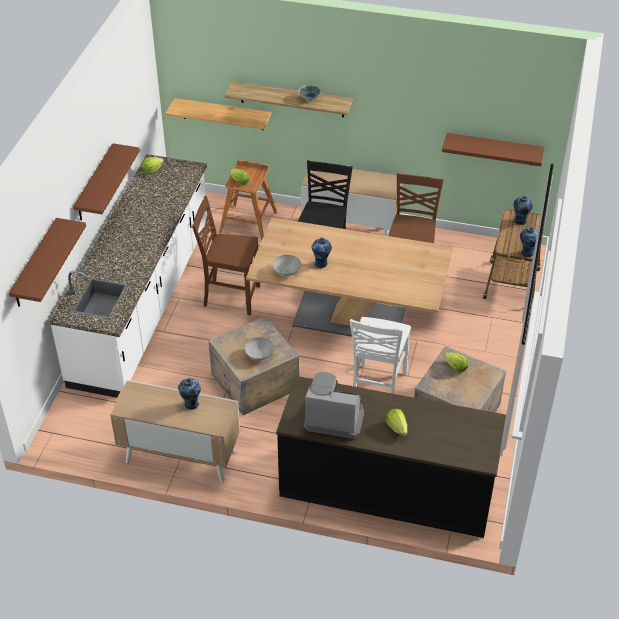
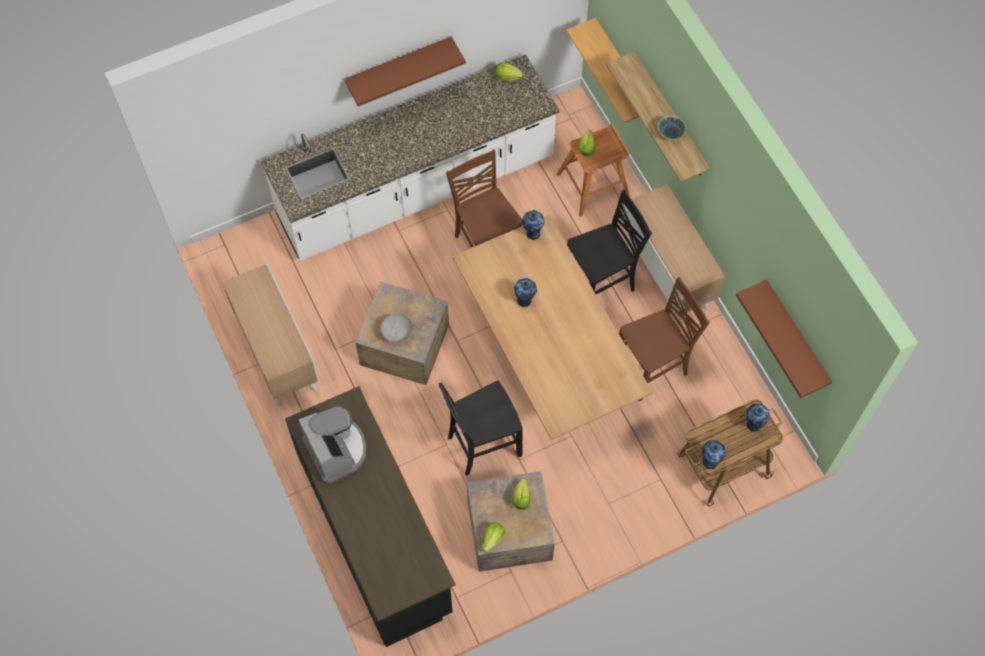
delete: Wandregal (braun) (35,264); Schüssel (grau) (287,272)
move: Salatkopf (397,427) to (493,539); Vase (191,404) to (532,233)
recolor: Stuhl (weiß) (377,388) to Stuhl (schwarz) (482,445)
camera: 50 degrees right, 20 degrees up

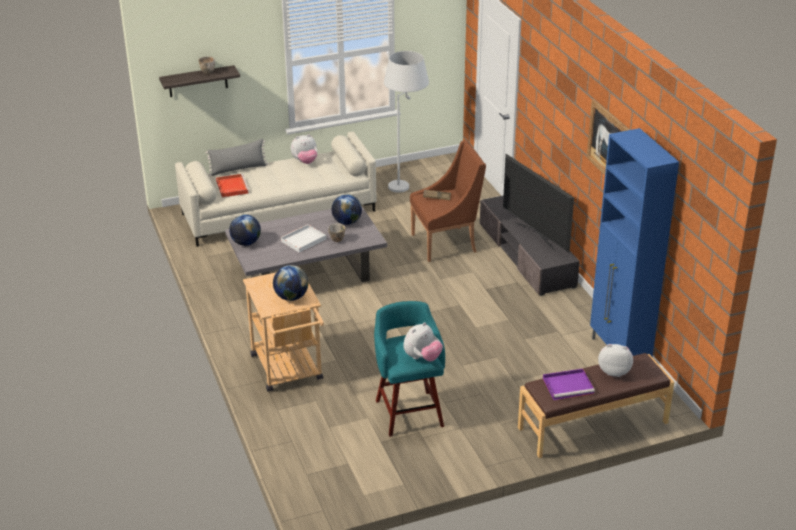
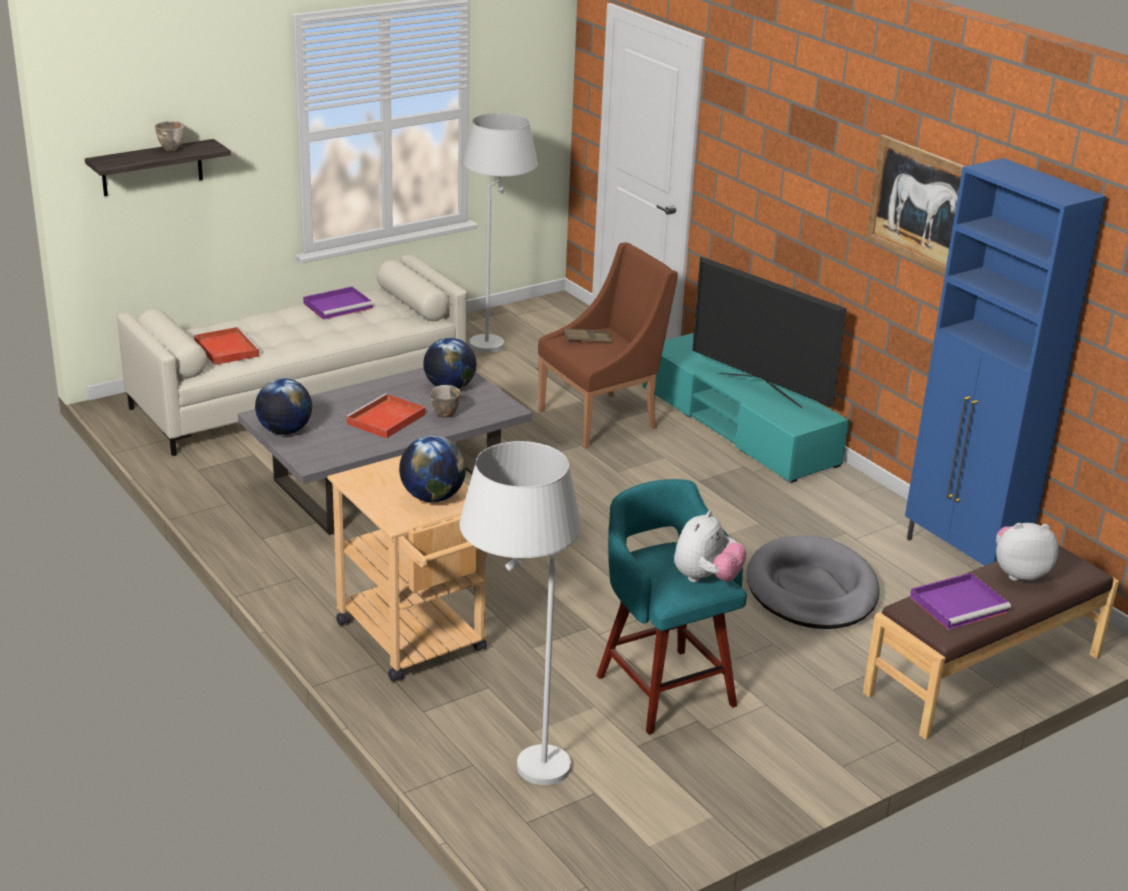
delete: Kissen (grau) (238,169)
insert: Stehlampe (weiß) (513,767); Hundebett (grau) (811,589)
replace: Plüschtier (305,162) to Tablett (lila) (339,305)
recolor: Tablett (weiß) (303,240) to Tablett (rot) (385,420); Fernsehschrank (grau) (526,255) to Fernsehschrank (türkis) (738,426)
camera: 15 degrees left, 5 degrees down

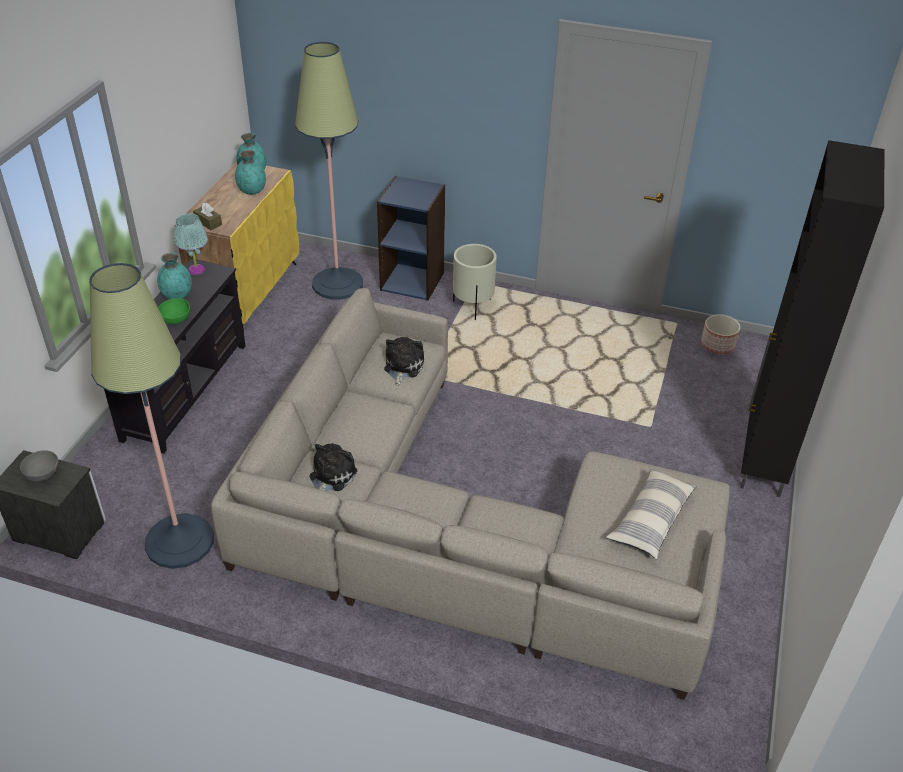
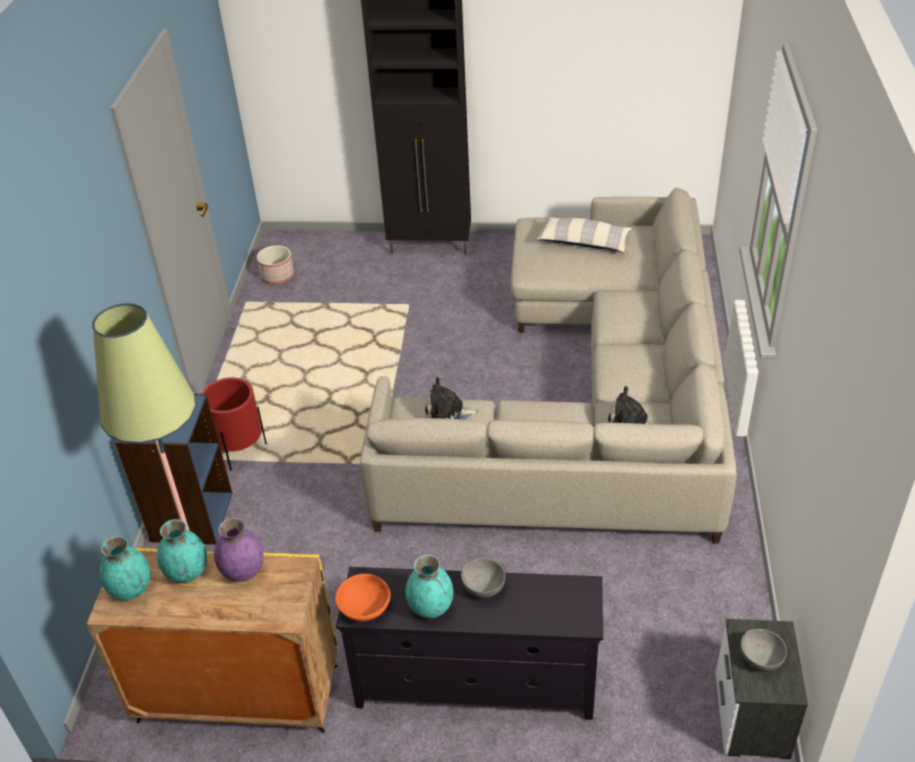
delete: Stehlampe (179,541); Taschentuchbox (braun) (208,222)
insert: Vase (lila) (243,570)
replace: Tischlampe (türkis) (196,270) to Schüssel (orange) (365,608)
recolor: Pflanzkübel (beige) (473,307) to Pflanzkübel (rot) (240,451); Schüssel (grün) (176,319) to Schüssel (grau) (483,586)
camera: 100 degrees left, 0 degrees up

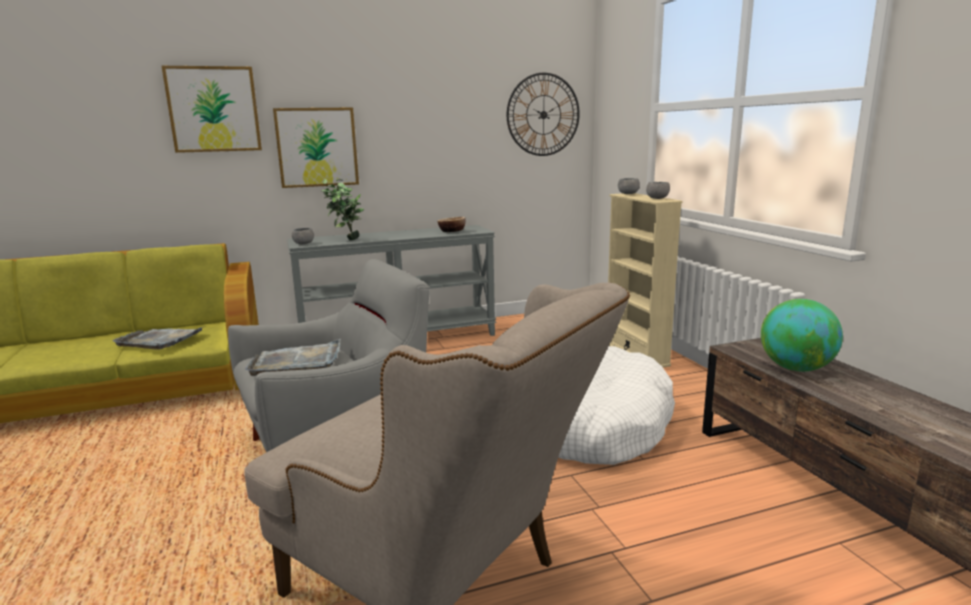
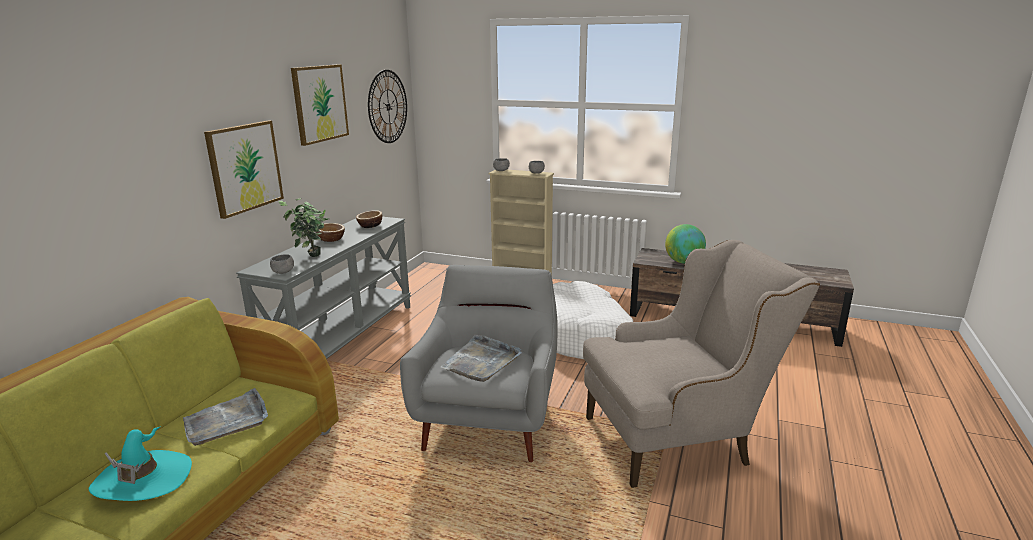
insert: Hut (türkis) (143,479); Schüssel (331,239)
move: Bild (214,109) to (320,103)
camera: 50 degrees left, 5 degrees up

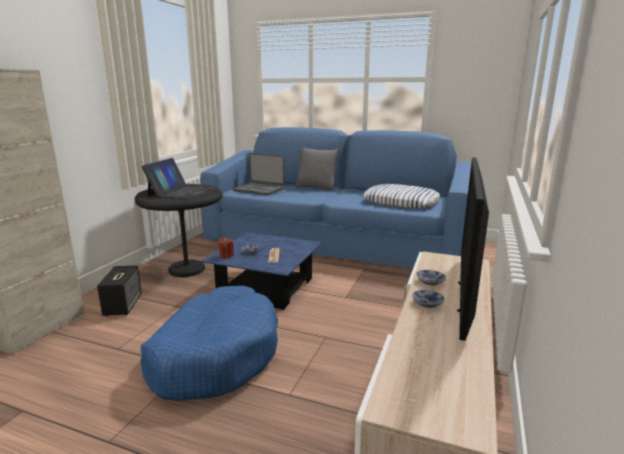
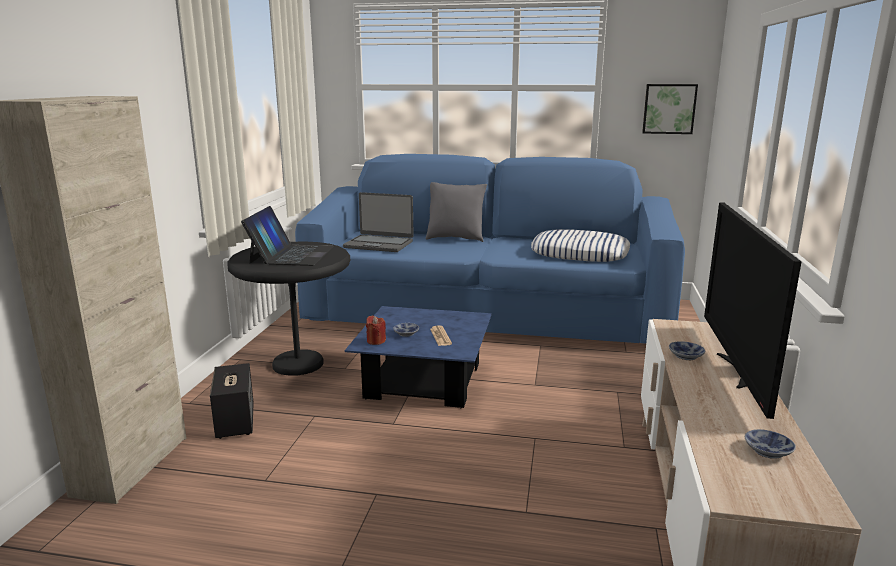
delete: Hundebett (blau) (215,355)
insert: Bild (669,109)
move: Schüssel (428,304) to (770,452)
camera: 10 degrees left, 0 degrees up

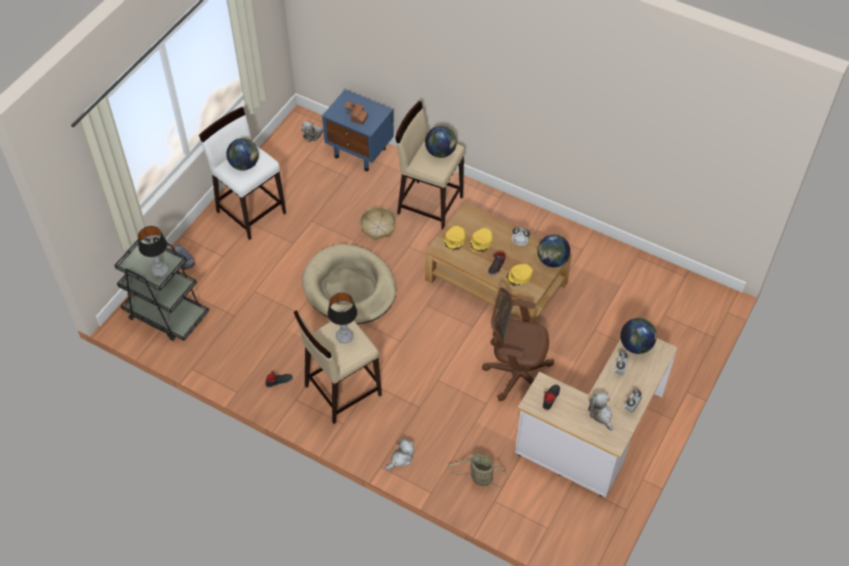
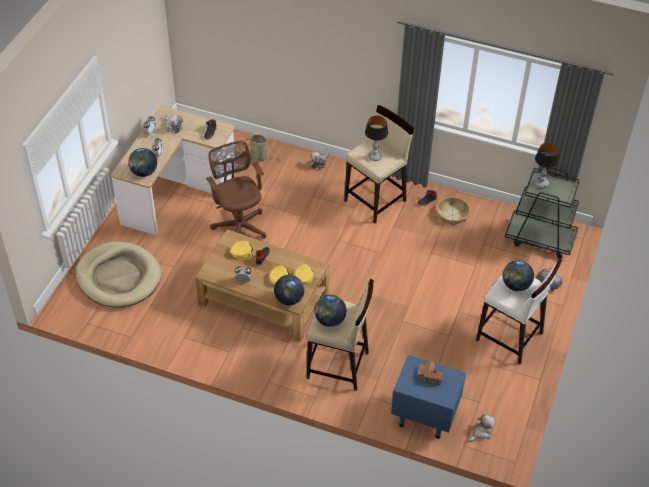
move: Hundebett (beige) (349,288) to (119,277); Globus (552,261) to (289,299); Korb (378,227) to (452,214)
rotate: Bürostuhl (braun) (516,375) = (239,226) 120 degrees counterclockwise
camera: 170 degrees right, 5 degrees down

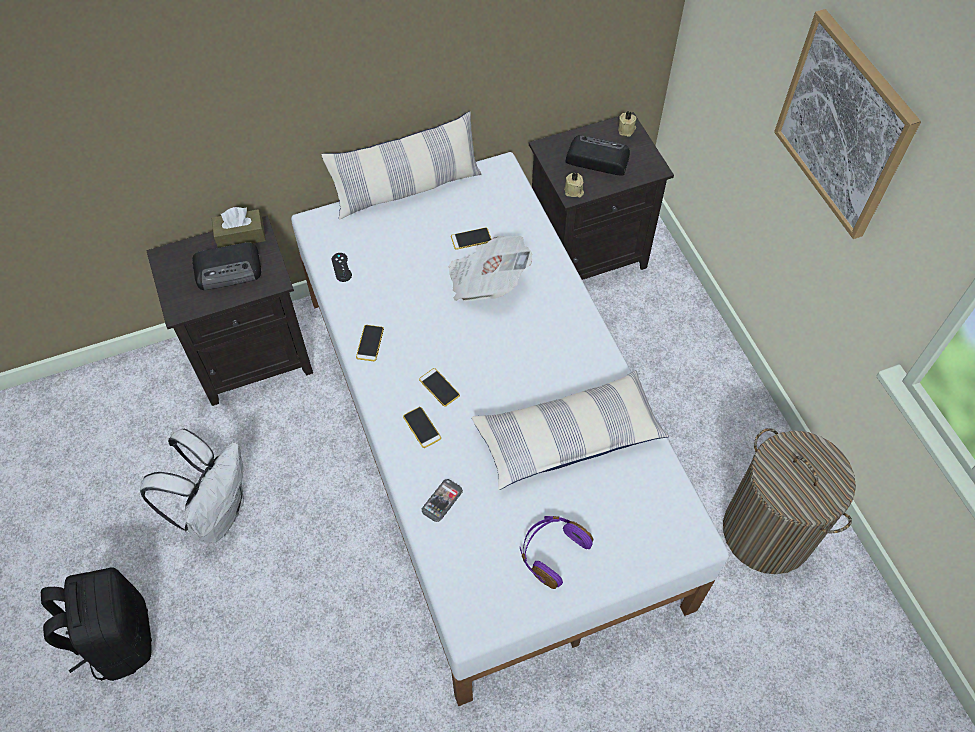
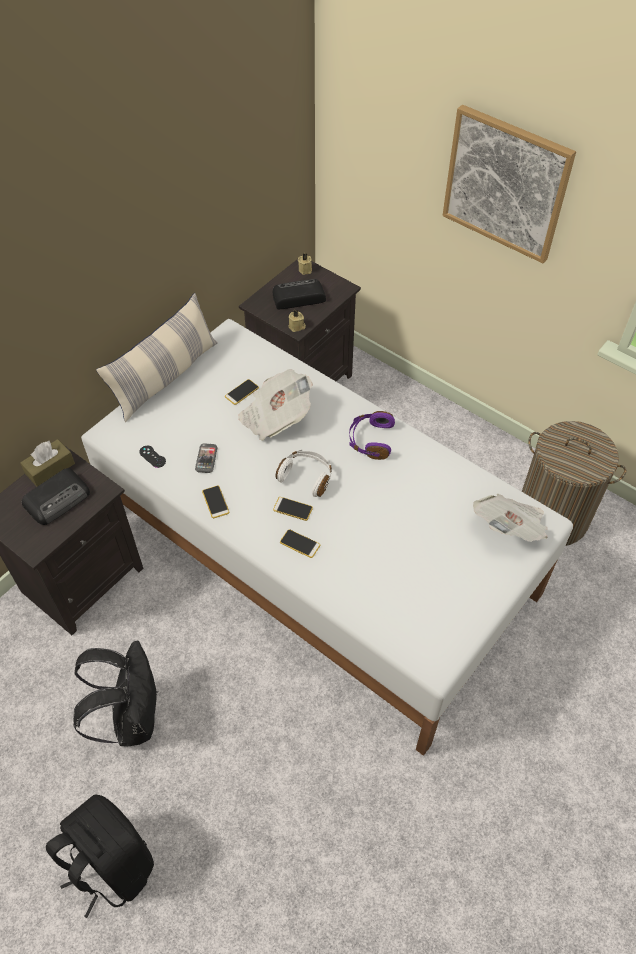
delete: Kissen (568,437)
insert: Kopfhörer (weiß) (306,477); Zeitung (510,528)
move: Handy (442,501) to (206,459); Kopfhörer (lila) (552,552) to (370,440)
recolor: Rucksack (weiß) (216,513) to Rucksack (schwarz) (132,717)
camera: 30 degrees left, 5 degrees down

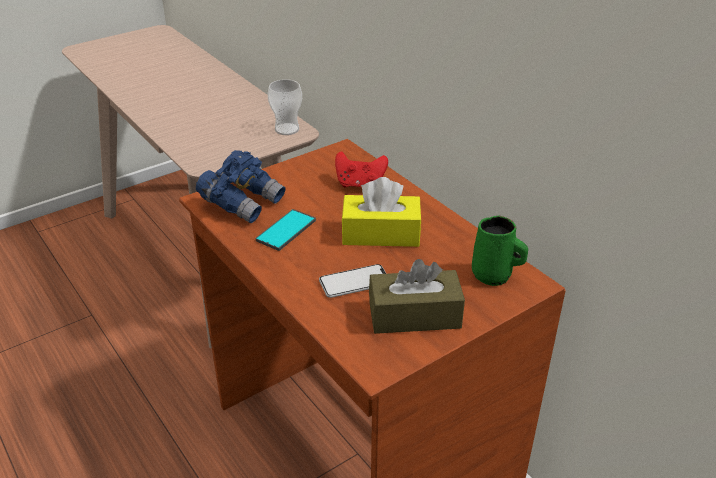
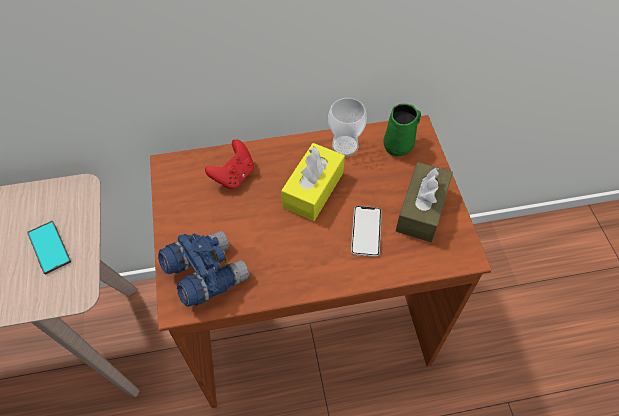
move: Handy (286,230) to (49,247); Tasse (287,129) to (345,146)
camera: 65 degrees left, 20 degrees up

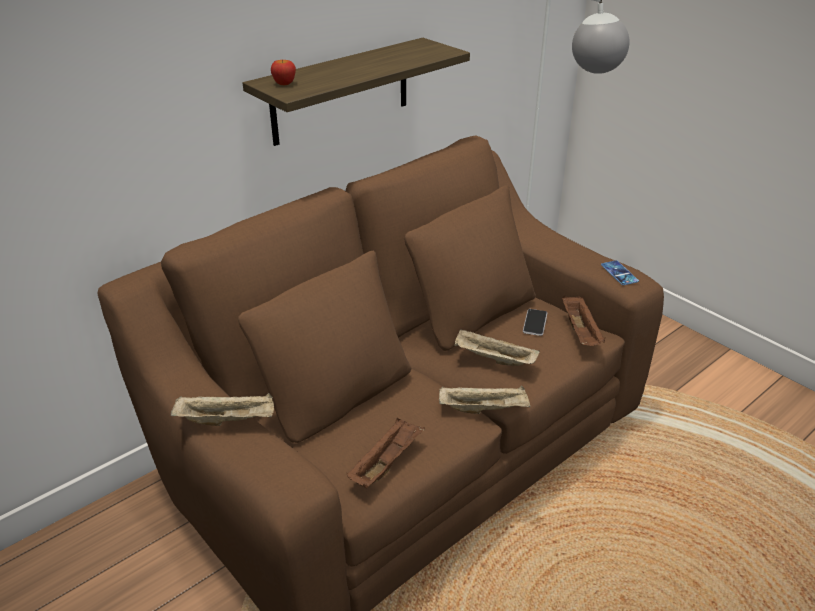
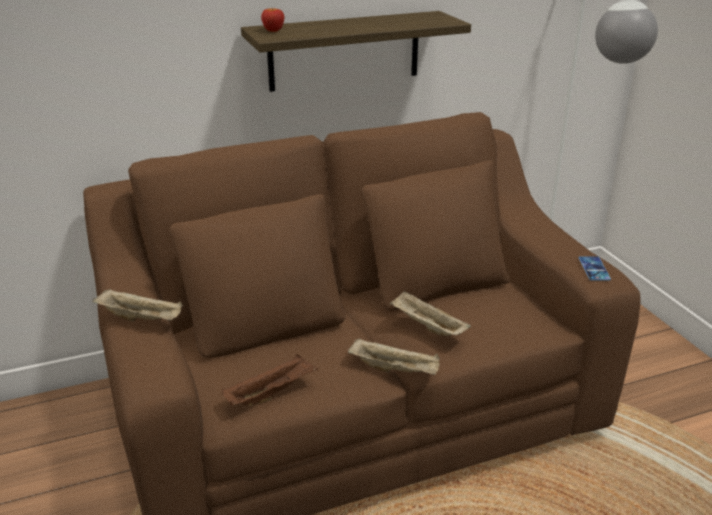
delete: Handy (535,323); Tablett (braun) (581,332)
camera: 20 degrees right, 5 degrees down

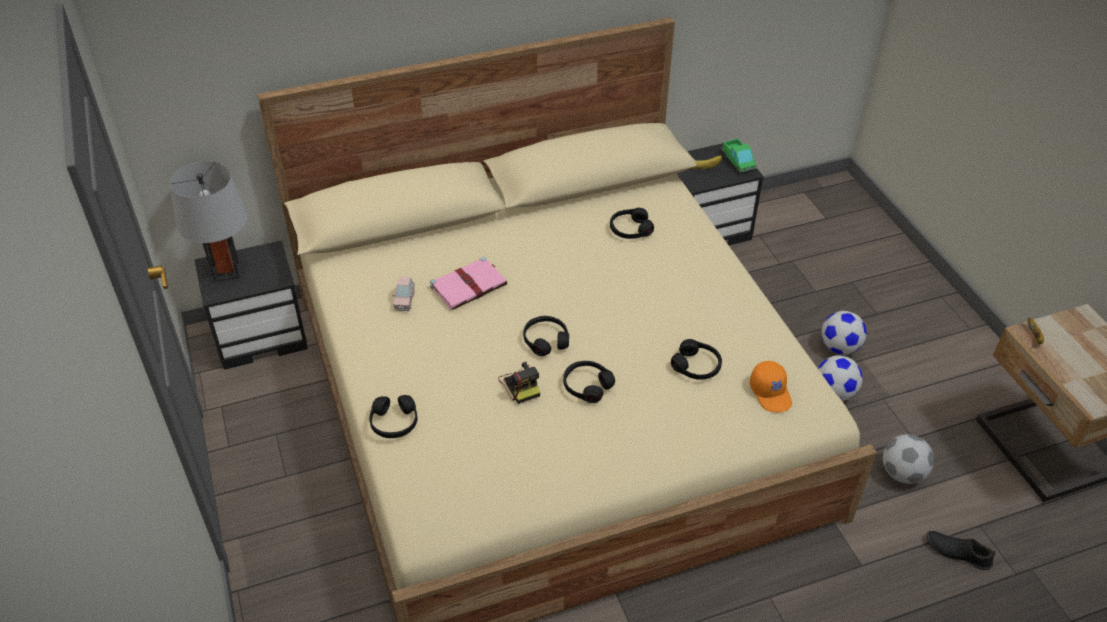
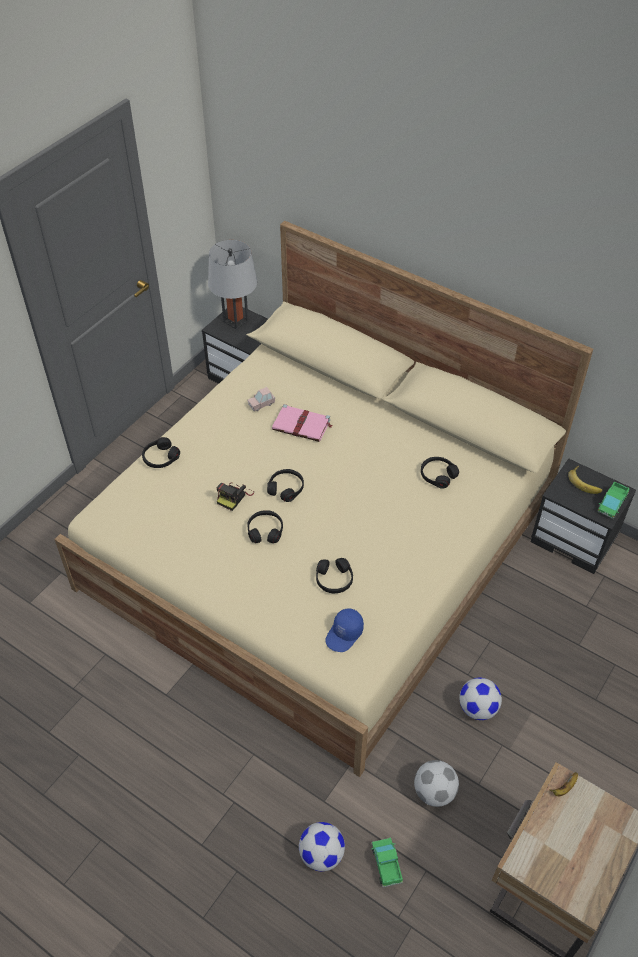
move: Fußball (839,347) to (321,854)
replace: Schuh (schwarz) (957,552) to Spielzeuglaster (386,864)
recolor: Kappe (orange) (771,393) to Kappe (blau) (344,634)
camera: 55 degrees right, 5 degrees up

